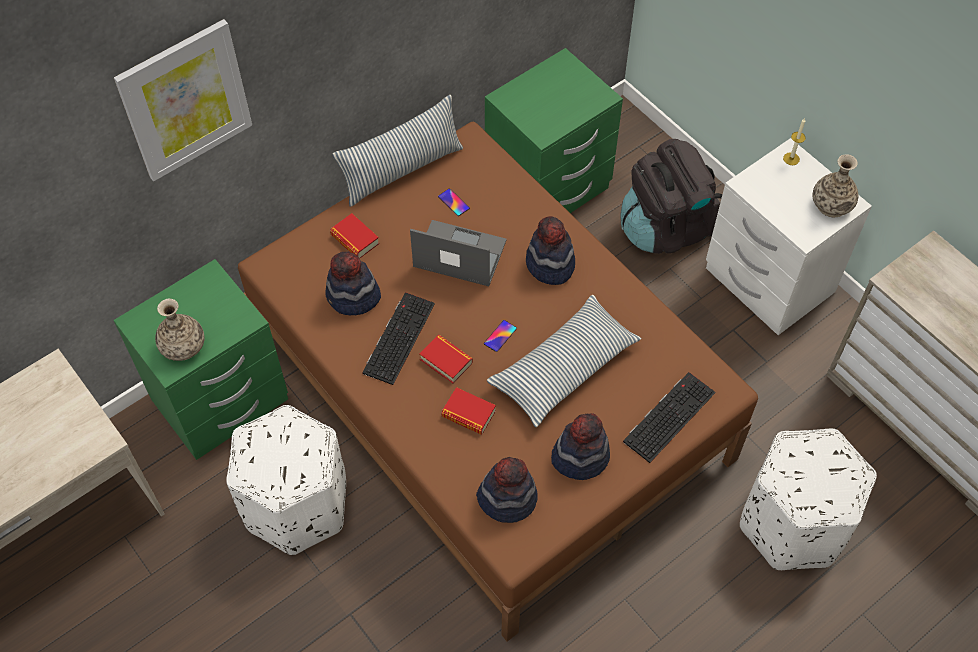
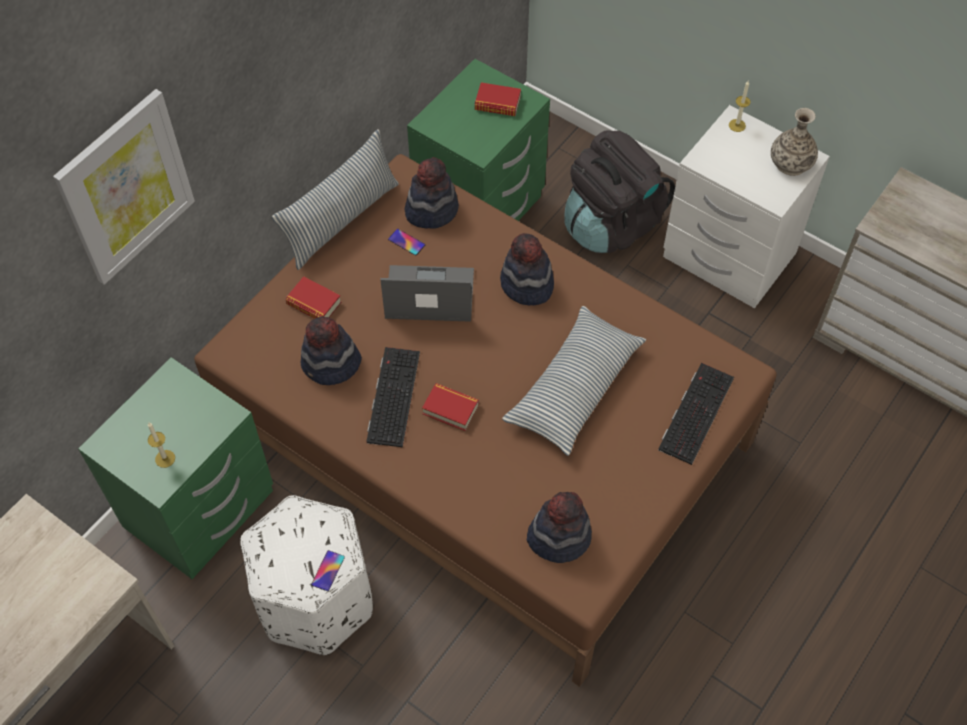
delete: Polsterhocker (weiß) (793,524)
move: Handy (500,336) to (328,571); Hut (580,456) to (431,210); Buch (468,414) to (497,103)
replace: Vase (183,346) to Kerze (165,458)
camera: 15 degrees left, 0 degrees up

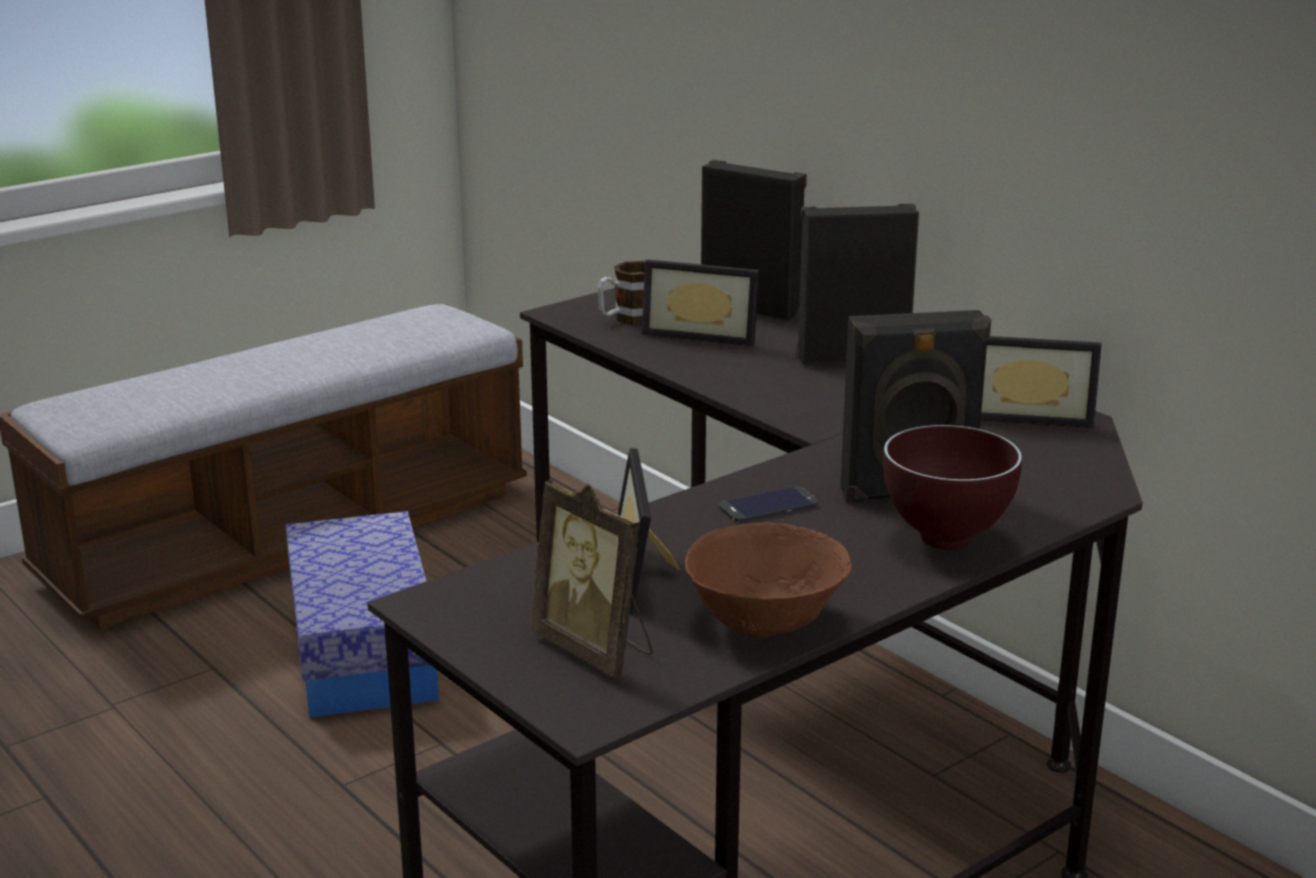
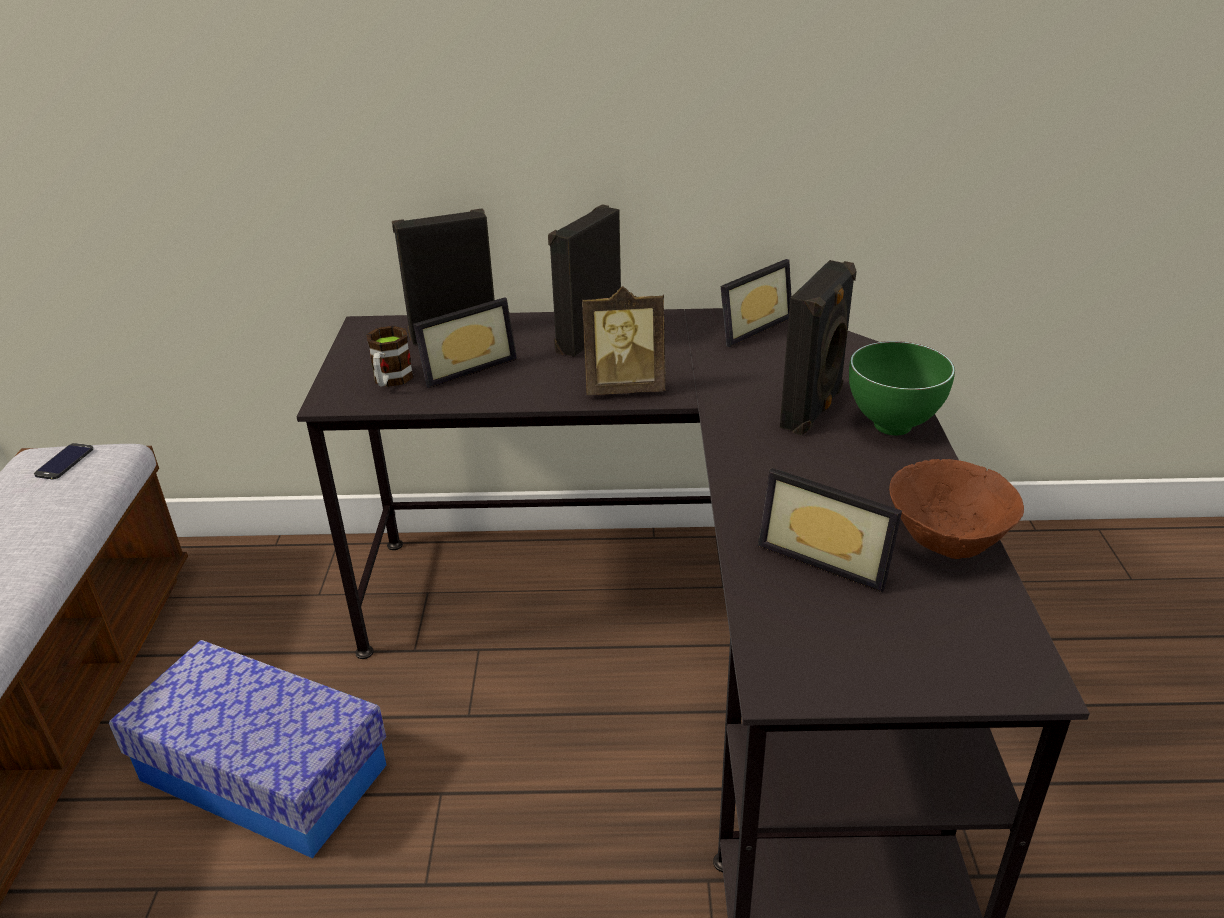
move: Handy (768,506) to (64,462); Bilderrahmen (596,649) to (624,388)
recolor: Schüssel (braun) (943,540) to Schüssel (grün) (889,427)
camera: 50 degrees left, 10 degrees up

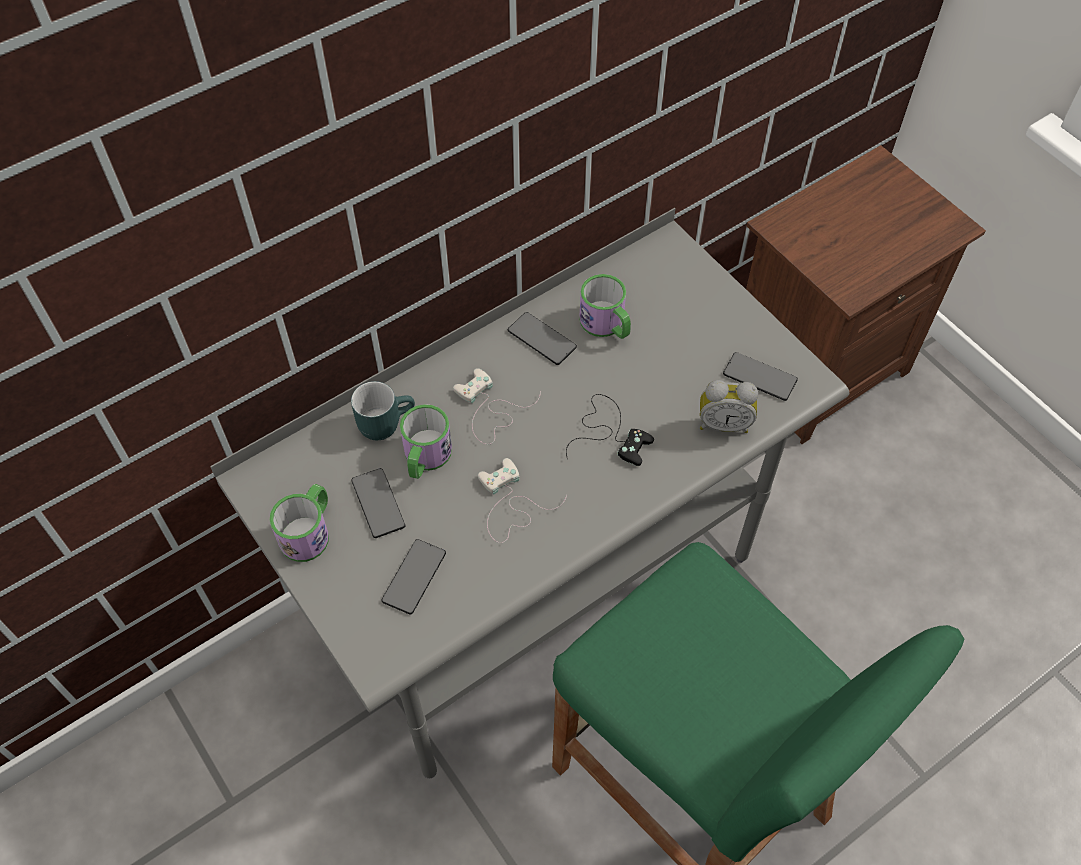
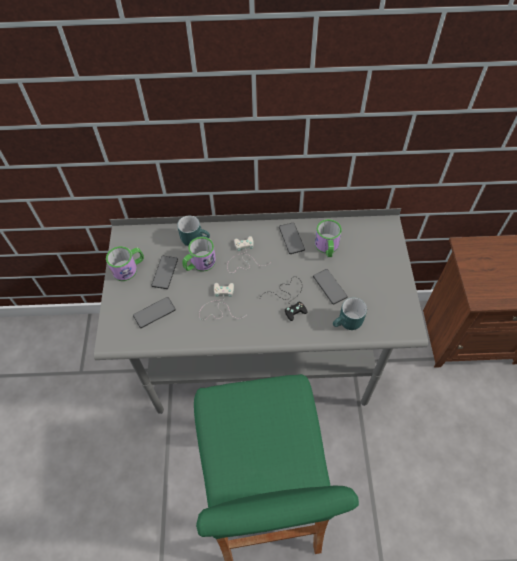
move: Handy (759,377) to (329,287)
replace: Wecker (723,423) to Henkelbecher (türkis) (348,324)
camera: 35 degrees right, 0 degrees up

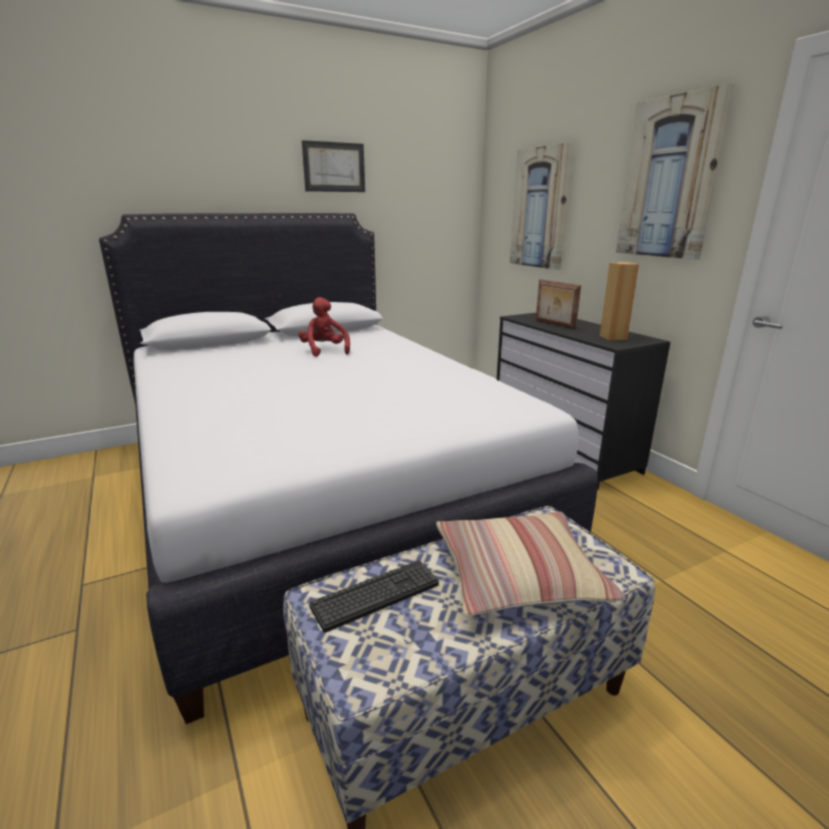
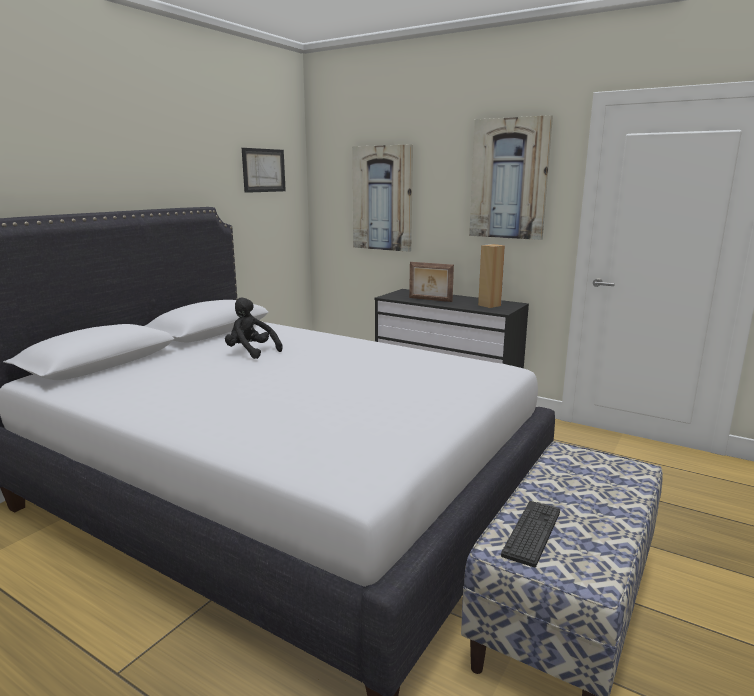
delete: Kissen (518,575)
move: Bild (334,167) to (263,170)
recolor: Plüschtier (rot) (324,351) to Plüschtier (schwarz) (251,352)
camera: 30 degrees left, 5 degrees down

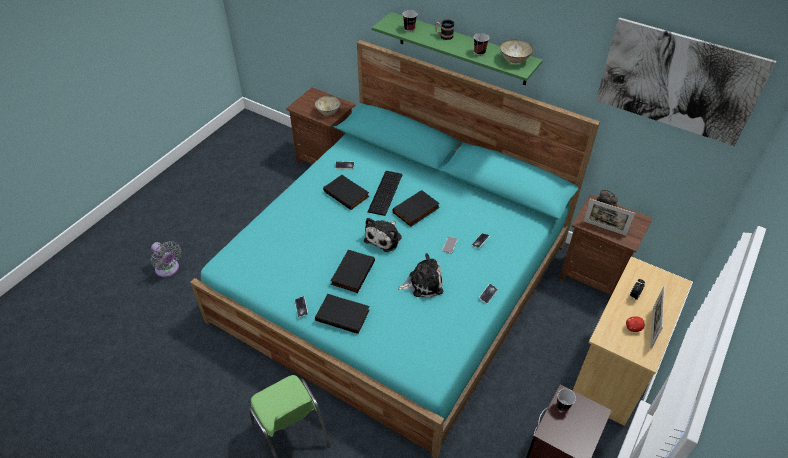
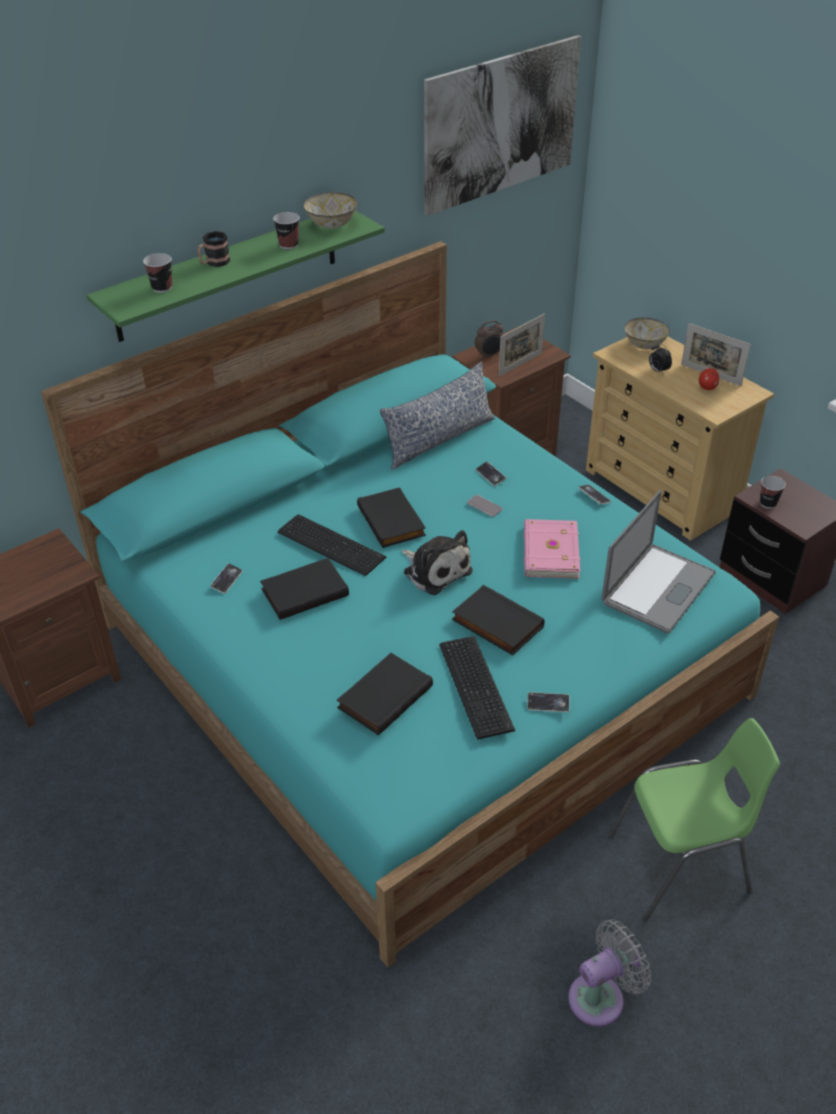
insert: Kissen (438,439); Tastatur (477,684); Laptop (658,588)
move: Buch (schwarz) (343,314) to (384,696); Ventilator (grau) (168,269) to (601,997); Schüssel (328,111) to (644,344)
replace: Plüschtier (423,283) to Buch (rosa) (549,552)
camera: 70 degrees left, 5 degrees down

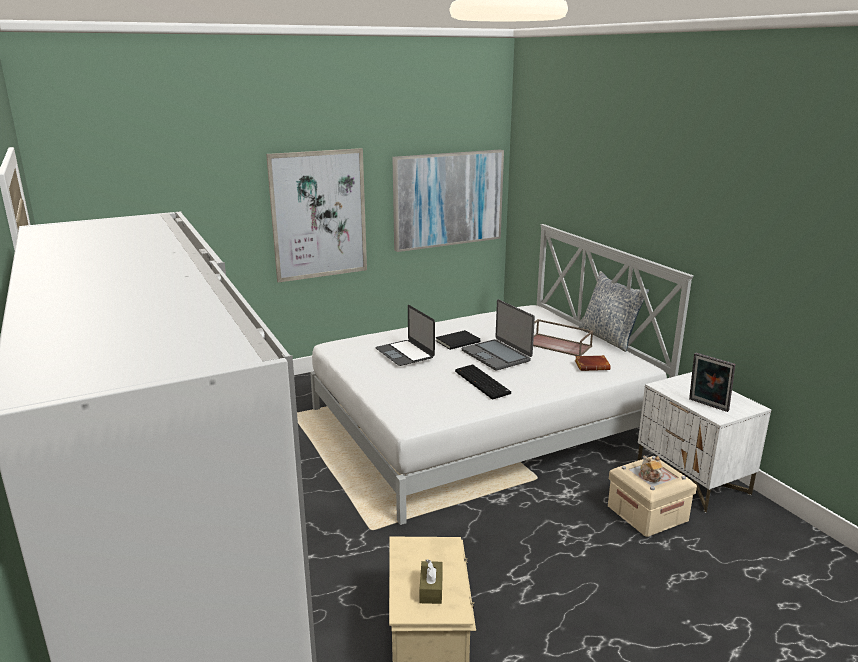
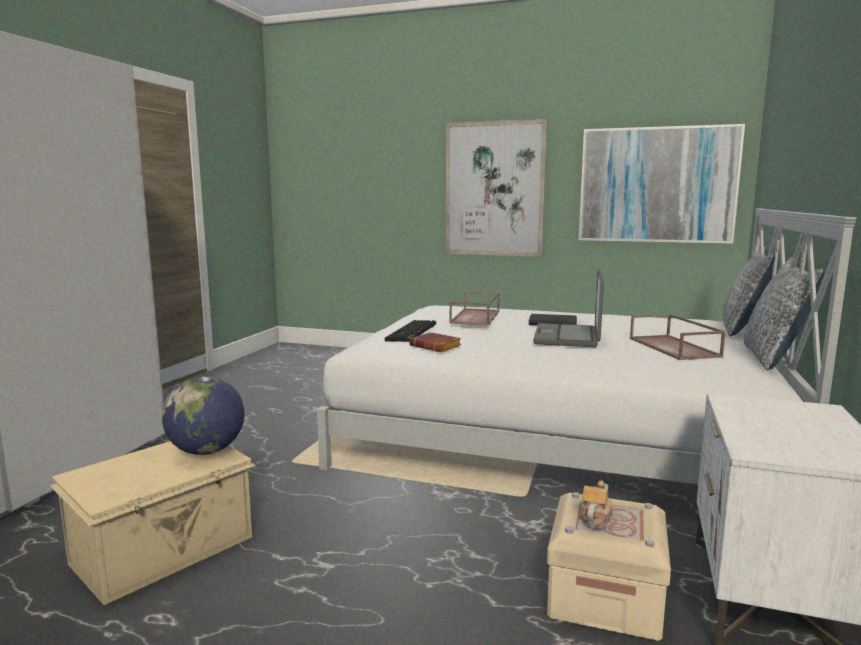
delete: Taschentuchbox (braun) (431,589); Bilderrahmen (707,405)
insert: Globus (207,451); Kissen (743,329)
move: Tastatur (483,382) to (413,333); Buch (braun) (592,366) to (437,347)
replace: Laptop (404,353) to Tablett (braun) (476,317)
camera: 45 degrees right, 10 degrees down

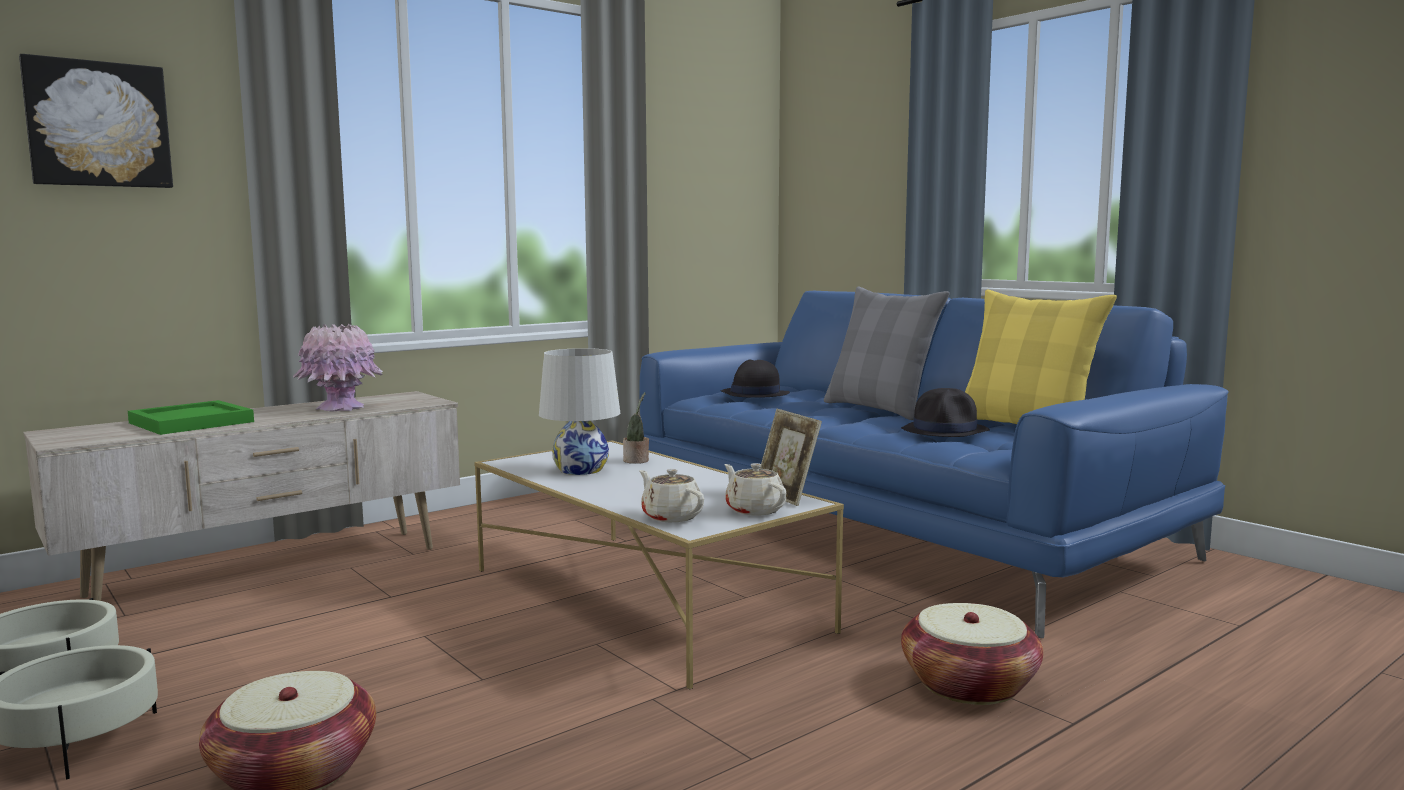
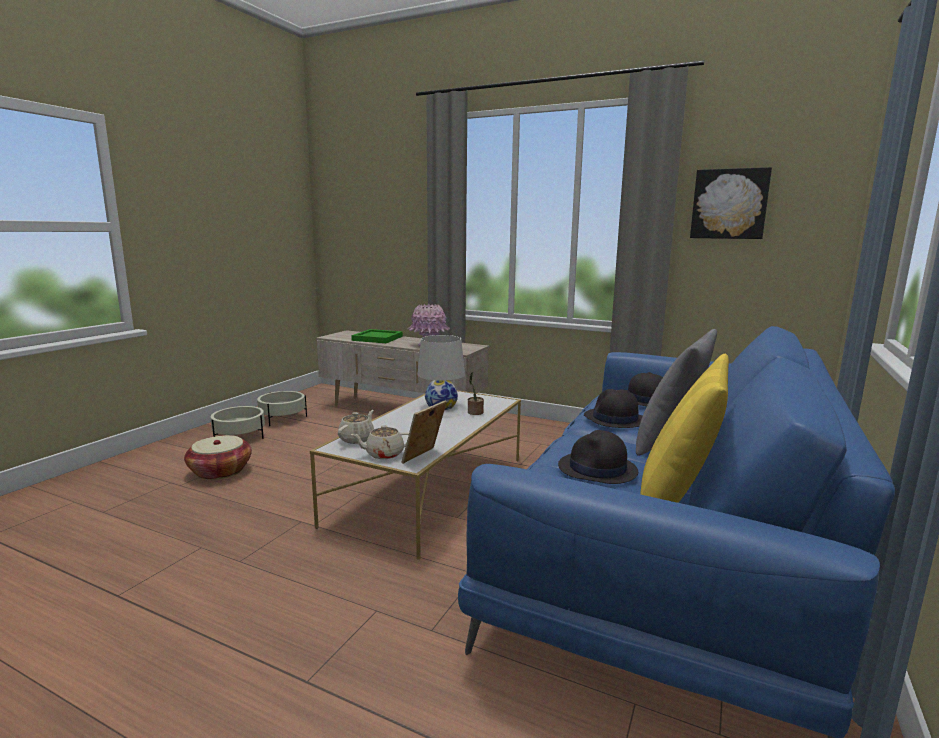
delete: Korb (969,685)
insert: Hut (schwarz) (614,419)
move: Bild (98,124) to (729,204)
rotate: Teekanne (beige) (754,510) = (383,454) 135 degrees counterclockwise
camera: 65 degrees right, 5 degrees up

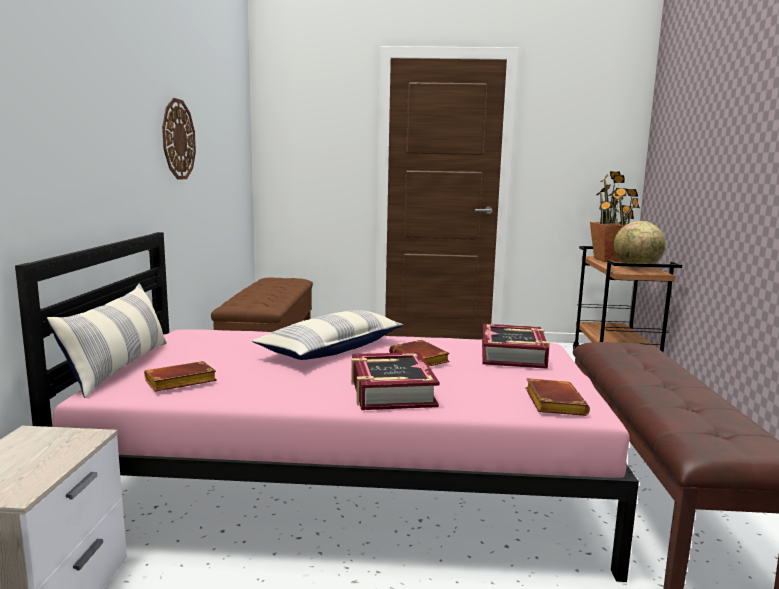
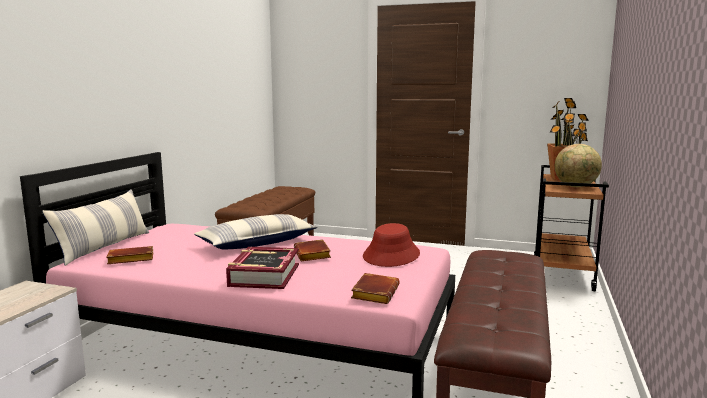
delete: Wanduhr (178,139)
replace: Buch (513,355) to Hut (rot) (391,255)
camera: 15 degrees right, 0 degrees up

